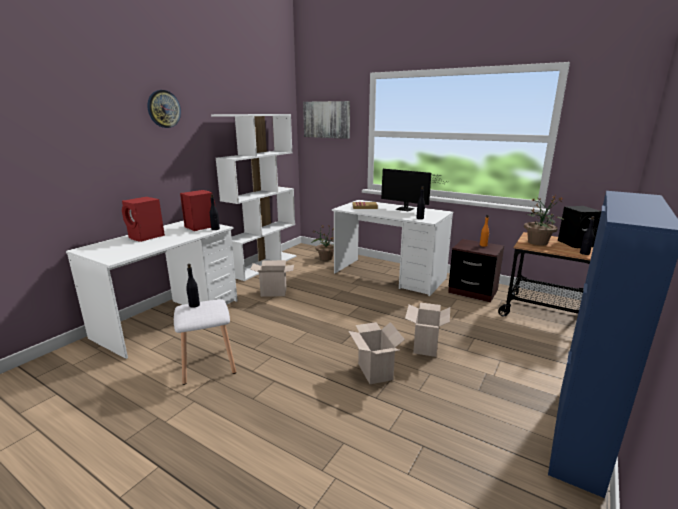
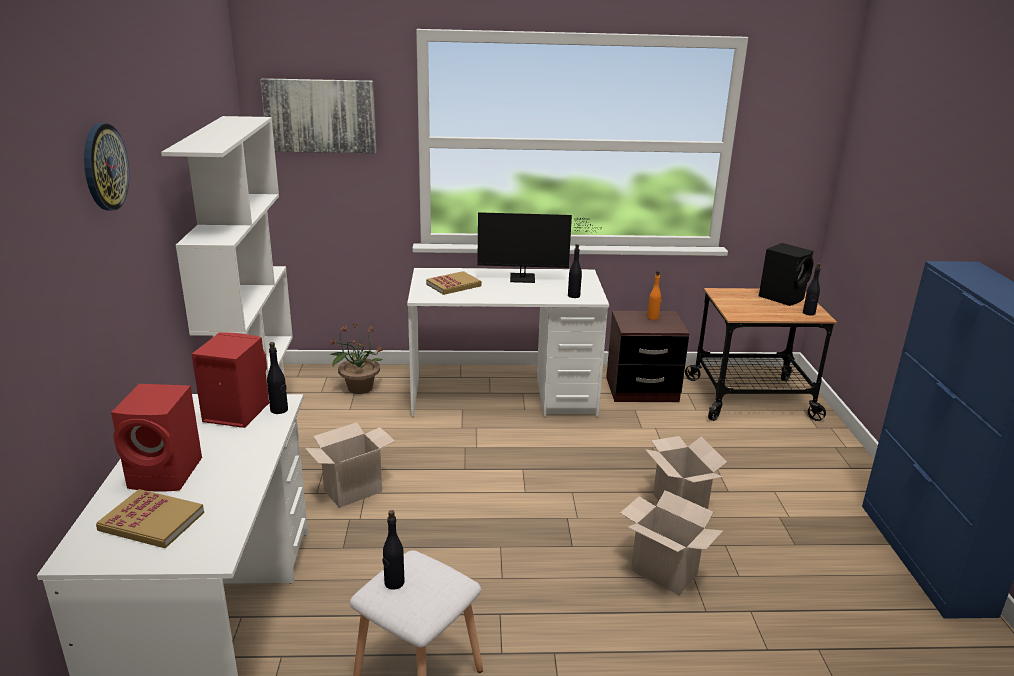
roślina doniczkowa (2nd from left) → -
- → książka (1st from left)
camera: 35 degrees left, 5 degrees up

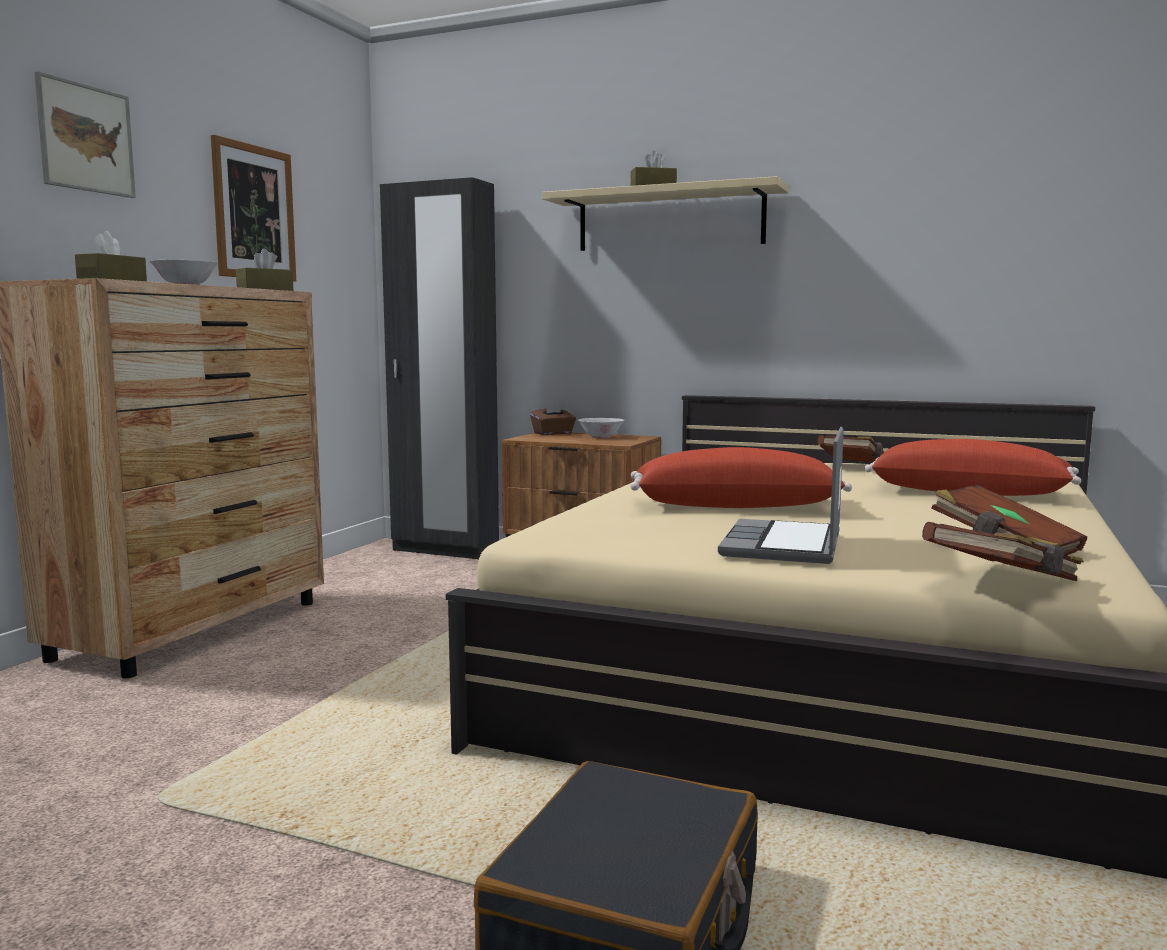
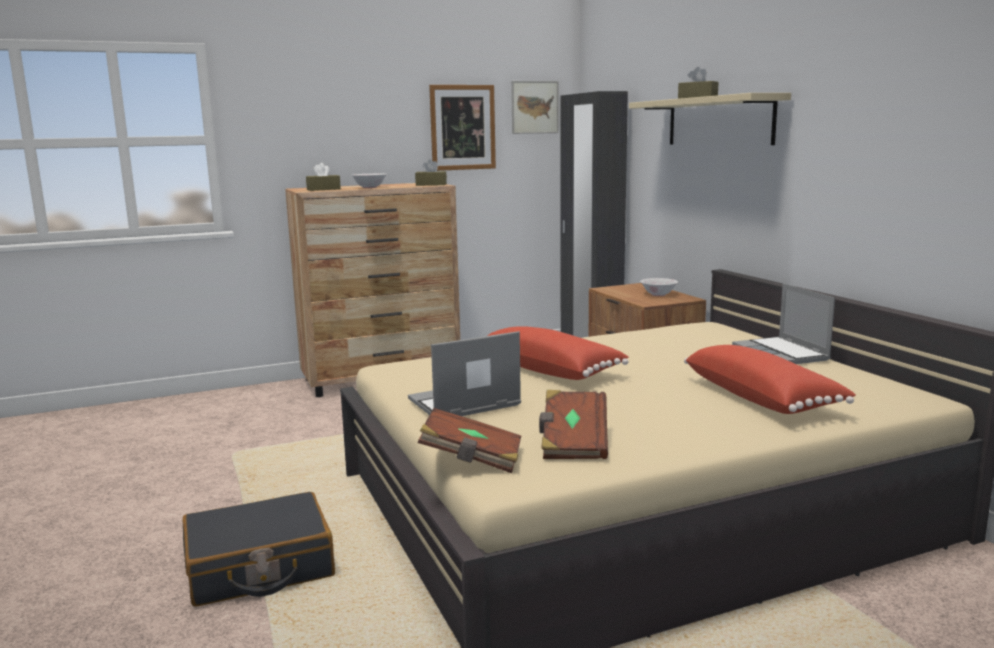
obraz (1st from left in the first image) → obraz (2nd from left), moved
pudełko chusteczek (brązowy) (3rd from left) → -
książka (brązowy) (1st from left) → laptop (2nd from left)
camera: 45 degrees right, 5 degrees up

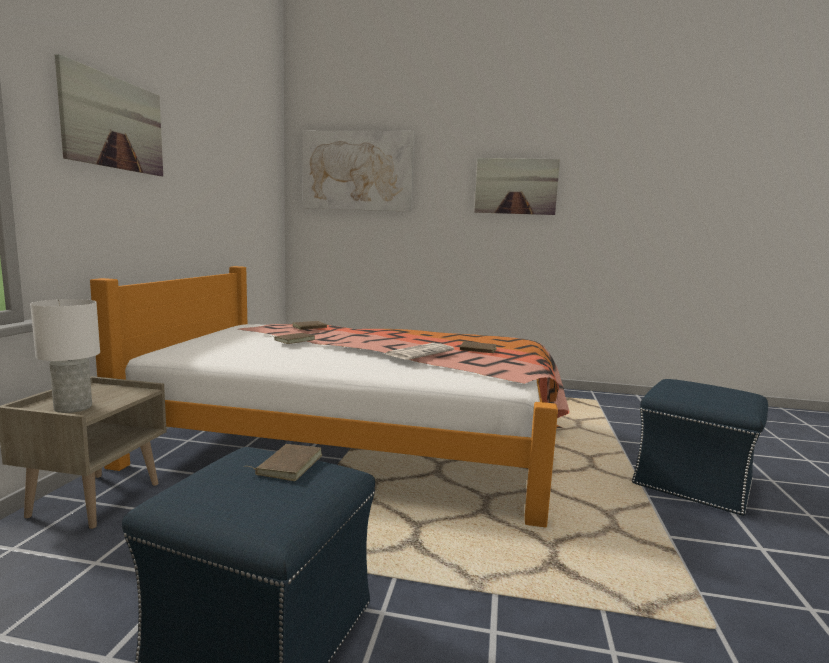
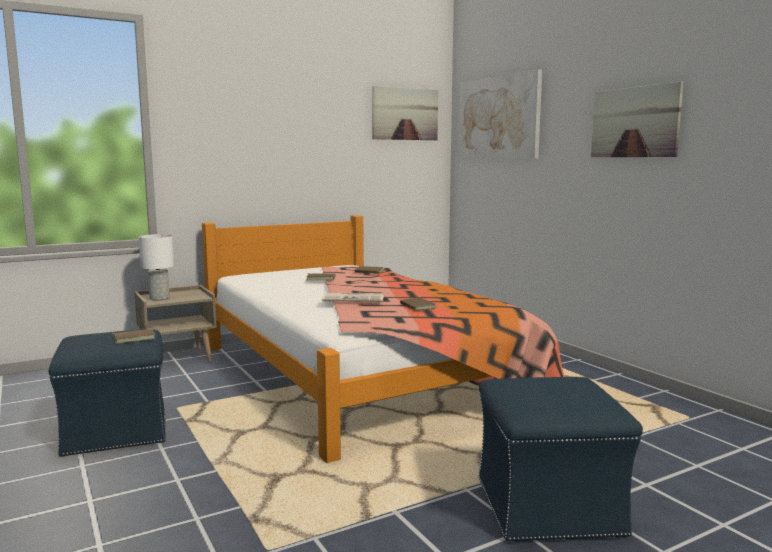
obraz (1st from left), moved
camera: 50 degrees right, 0 degrees up

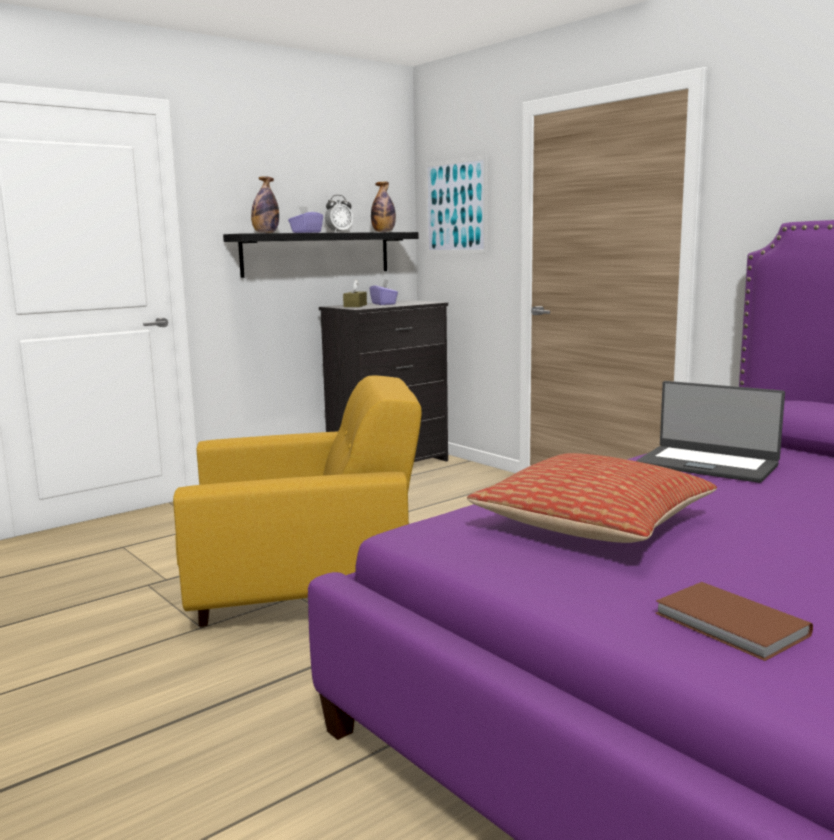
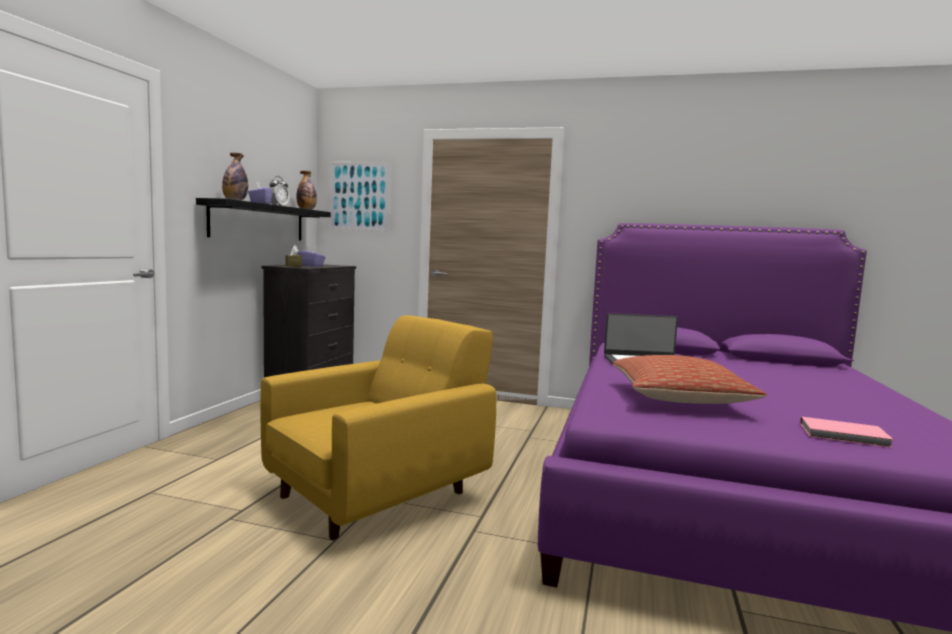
książka (brązowy) → książka (różowy)
camera: 35 degrees left, 5 degrees down

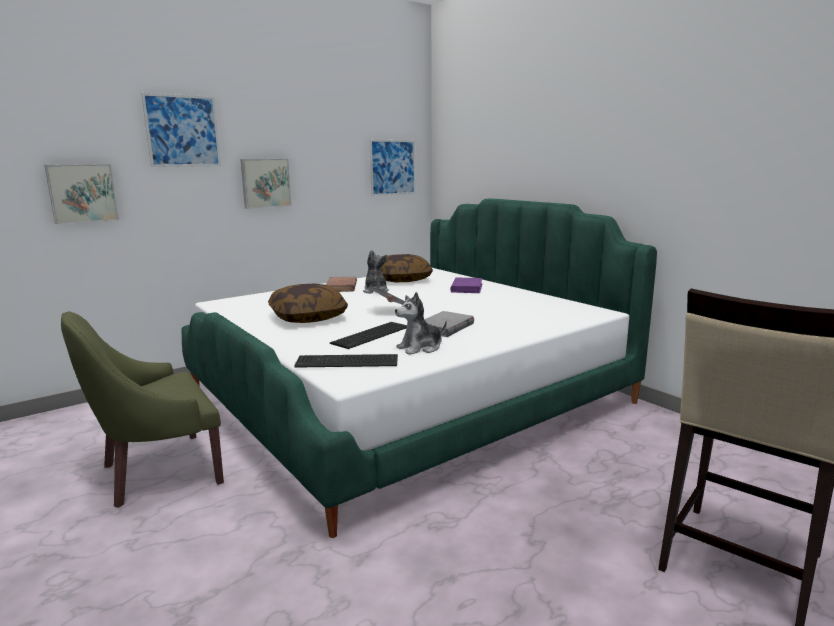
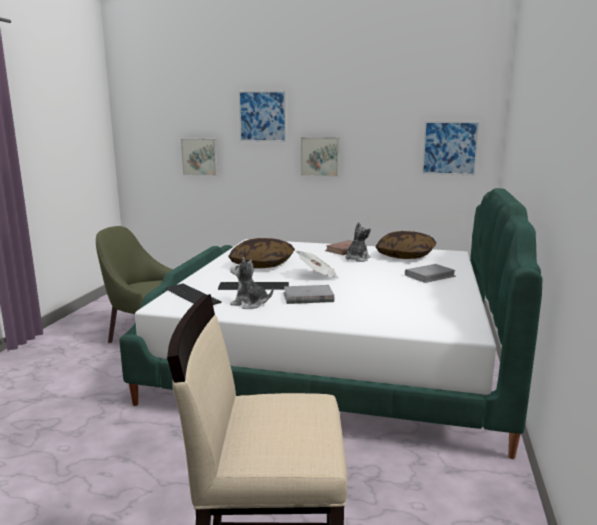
książka (fioletowy) → książka (szary) (2nd from left)
camera: 50 degrees right, 0 degrees up

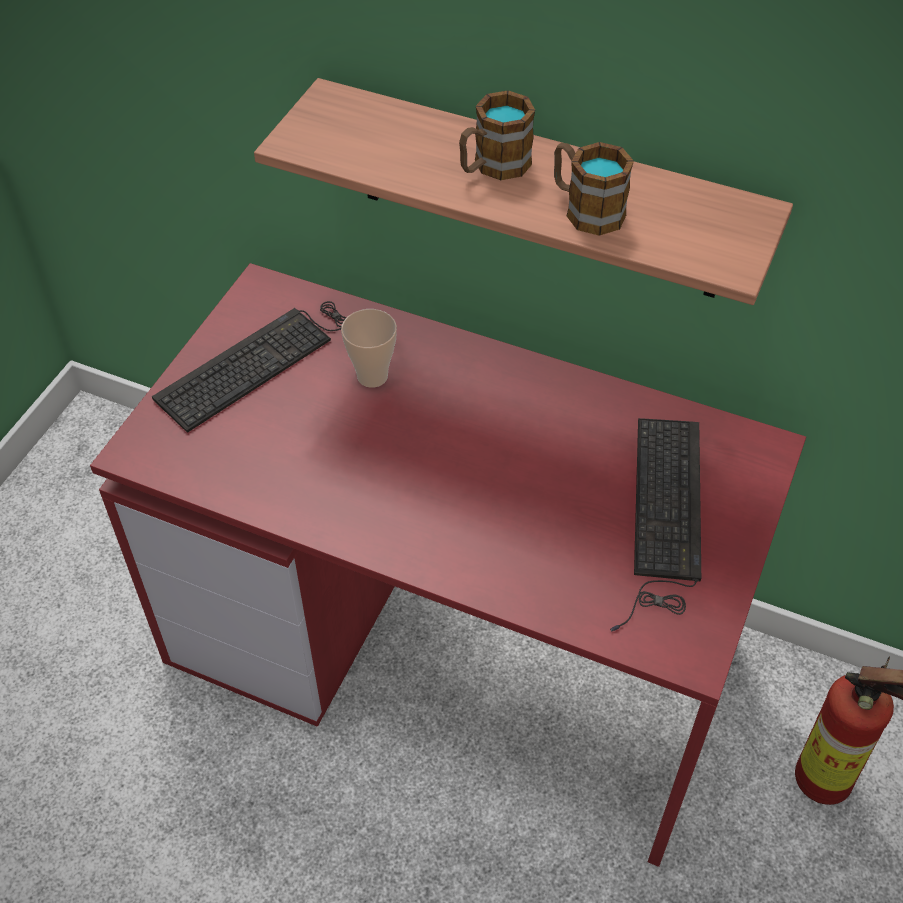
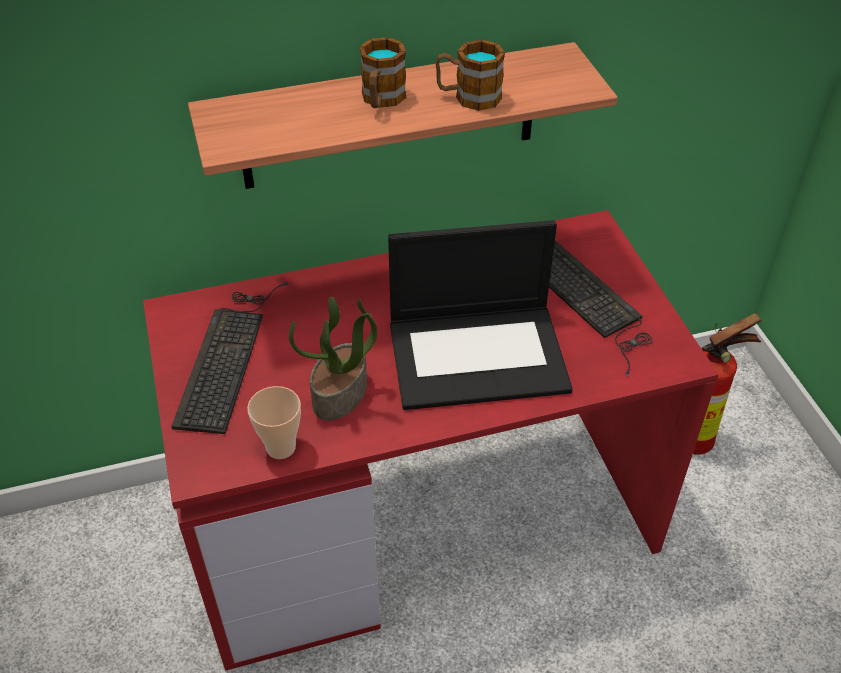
filiżanka, moved
- → laptop
- → roślina doniczkowa
camera: 40 degrees left, 5 degrees down

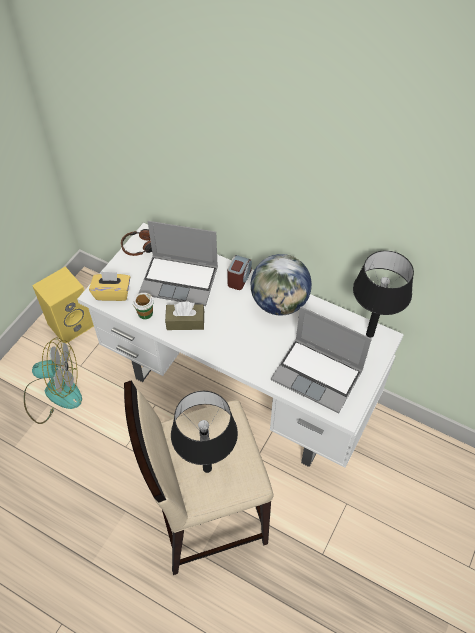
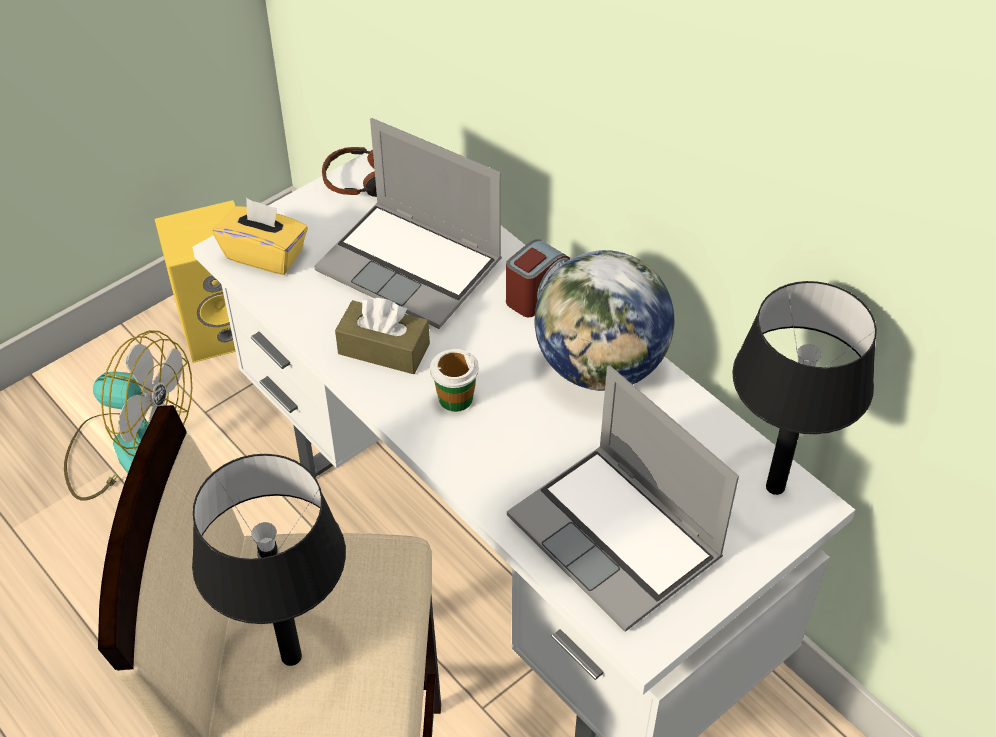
filiżanka, moved
camera: 20 degrees right, 5 degrees down

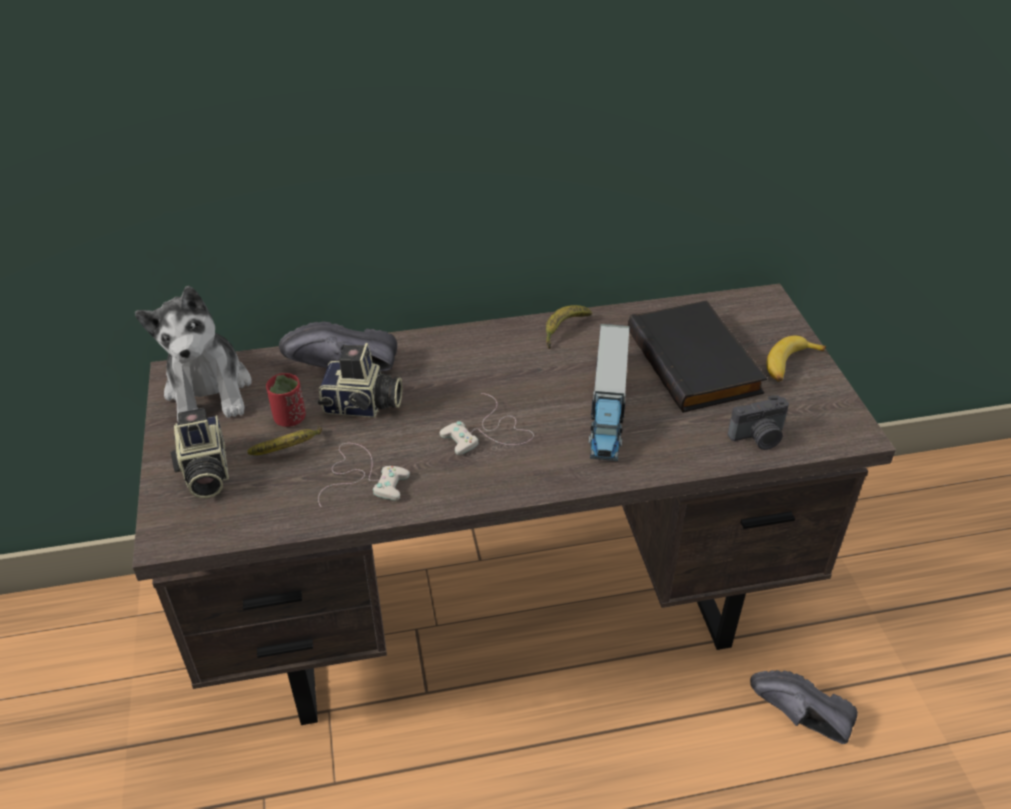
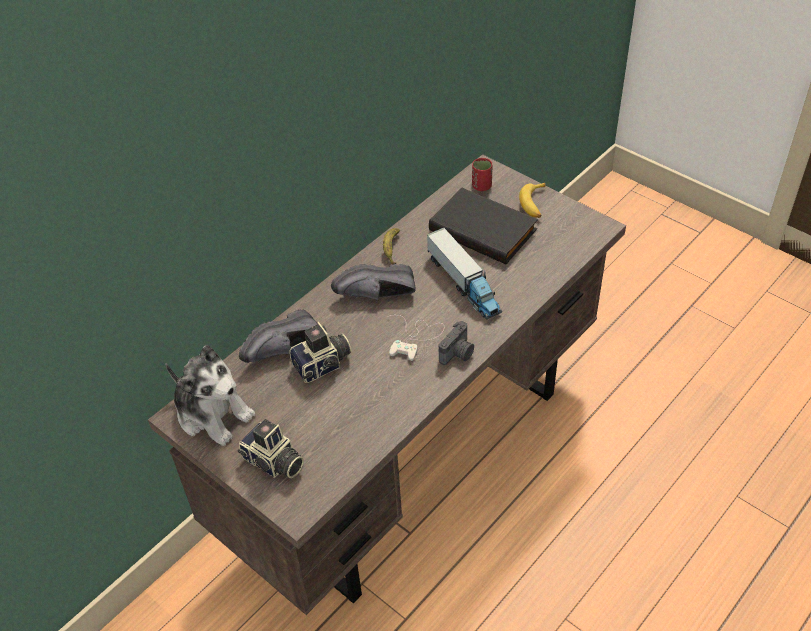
filiżanka (czerwony), moved
aparat fotograficzny (3rd from left), moved
banan (1st from left) → -
pad do gier (biały) (1st from left) → -
but (czarny) (2nd from left), moved
camera: 35 degrees left, 5 degrees up

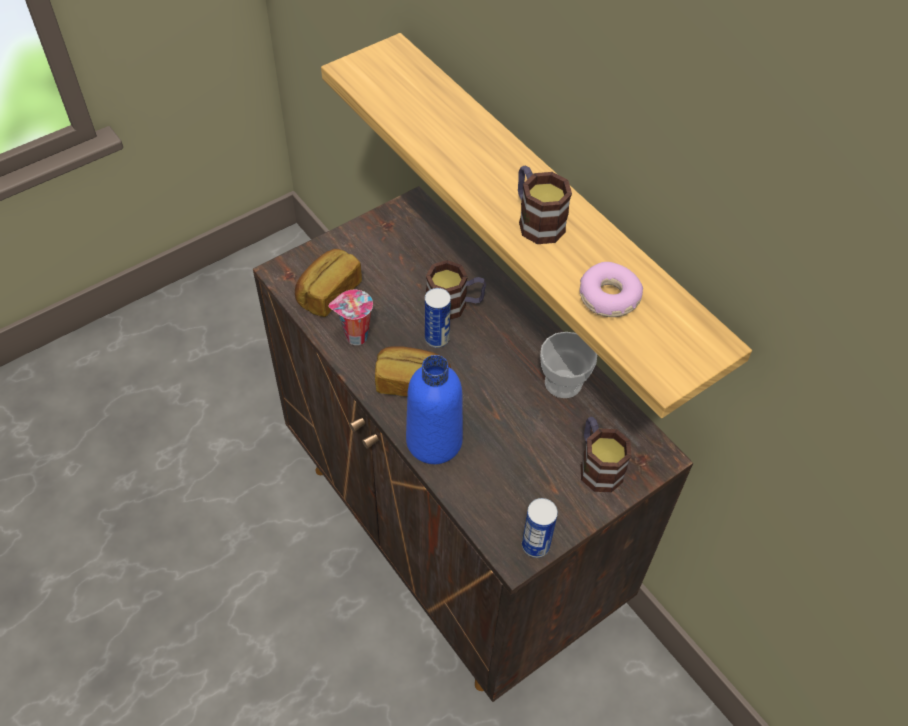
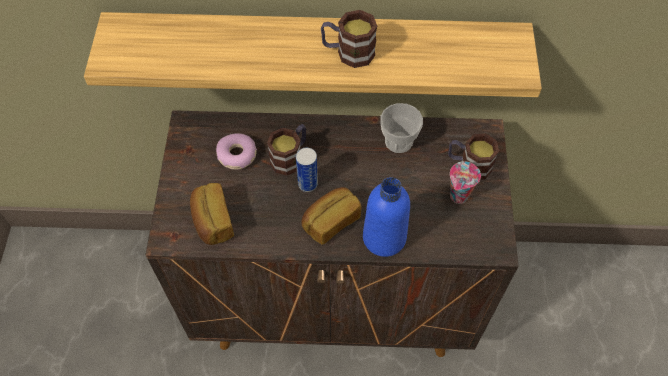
donut, moved
filiżanka (1st from left in the first image) → filiżanka (2nd from left), moved
puszka (2nd from left) → -
camera: 50 degrees left, 5 degrees up

